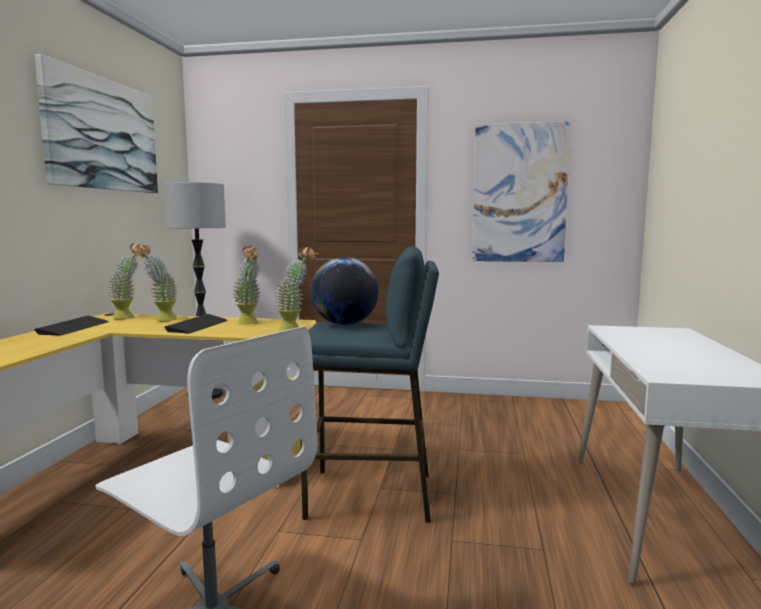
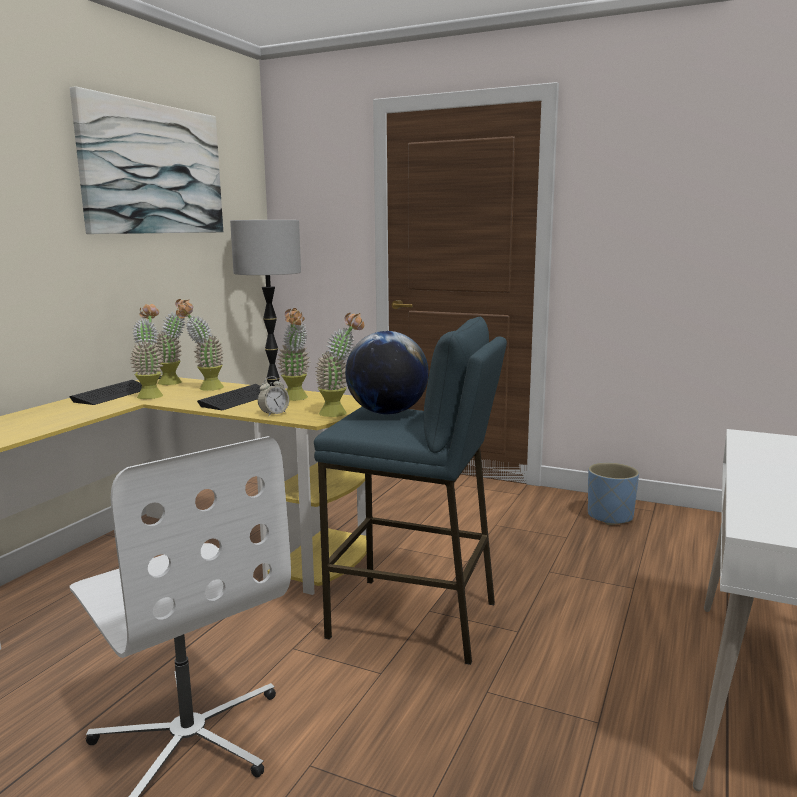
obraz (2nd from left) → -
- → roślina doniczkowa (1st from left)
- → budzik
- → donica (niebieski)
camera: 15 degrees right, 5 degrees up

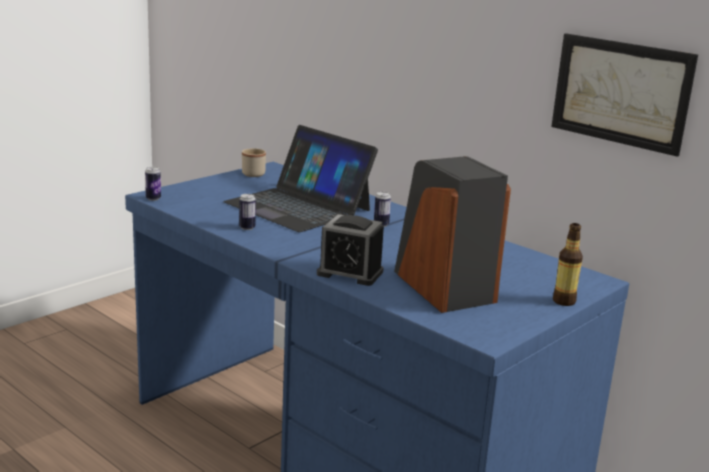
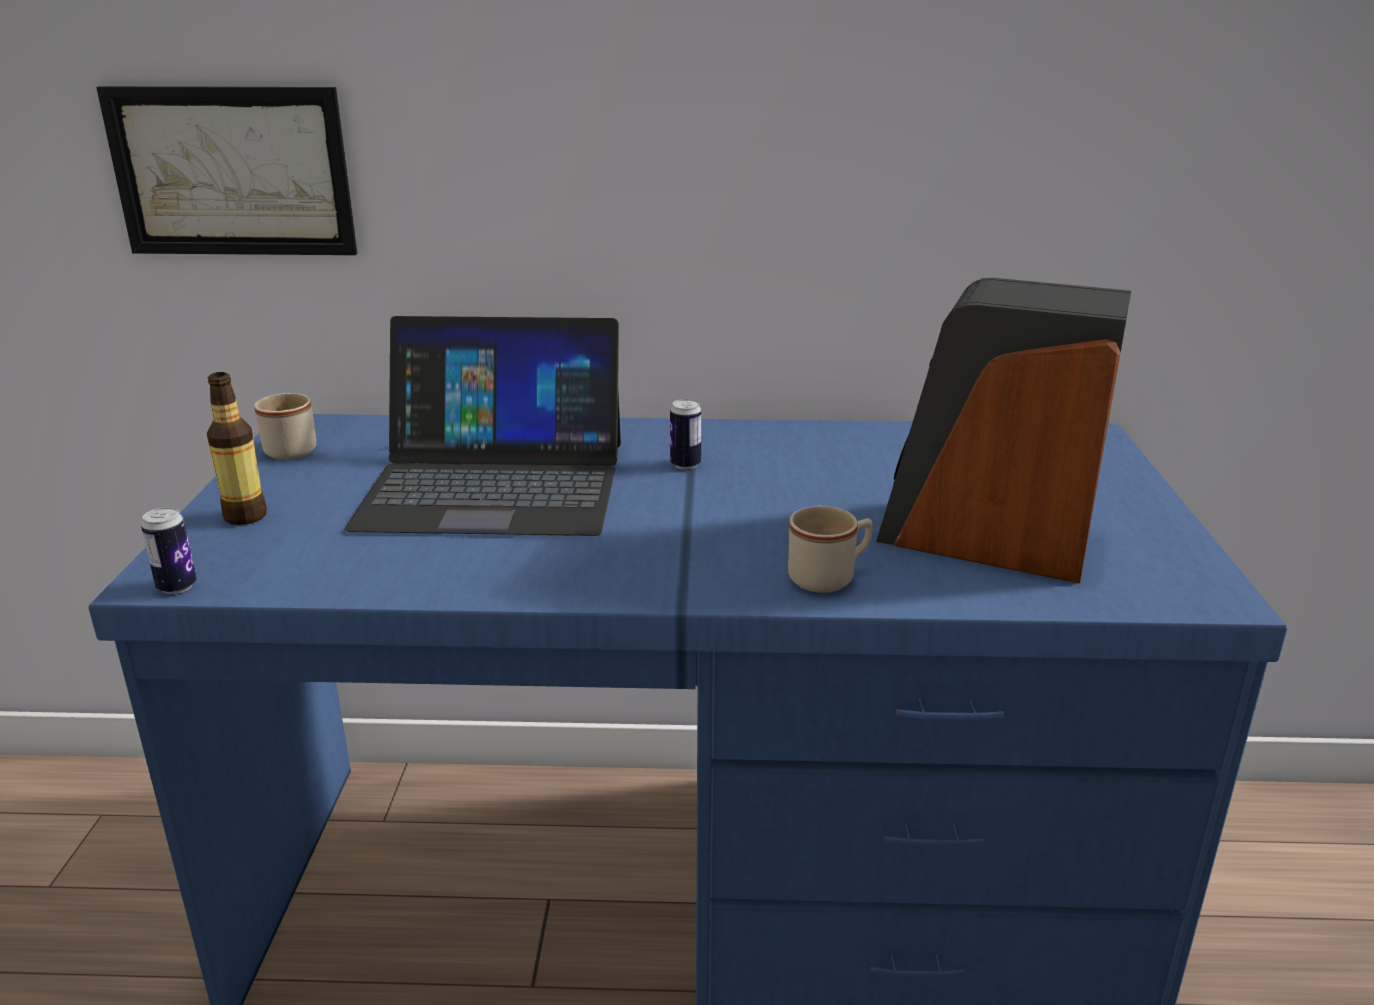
obraz, moved
puszka (2nd from left) → -
budzik → kubek (beżowy) (2nd from left)
butelka, moved
camera: 40 degrees left, 5 degrees up

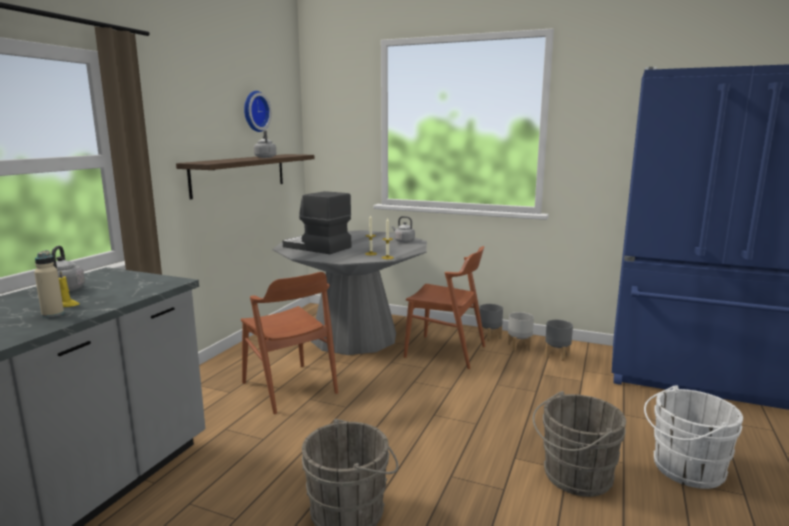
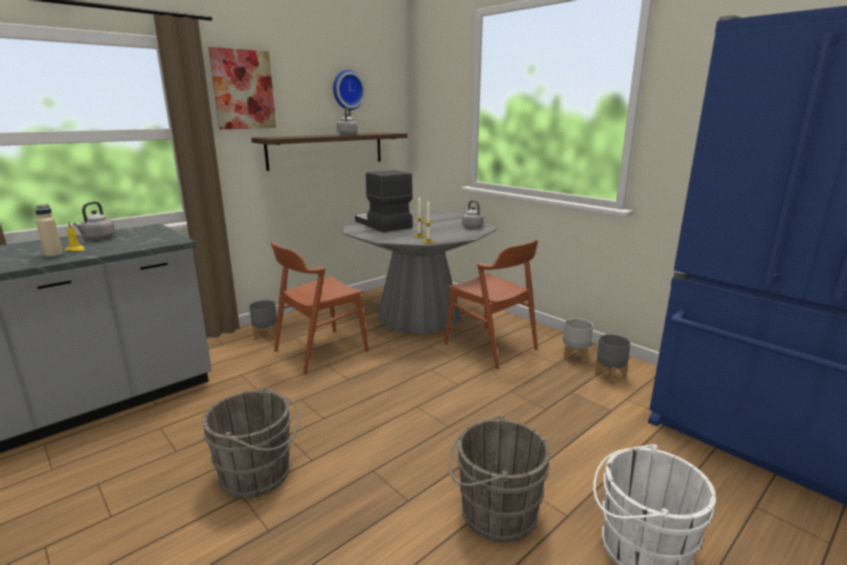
krzesło (brązowy) (1st from left), 60 degrees clockwise
donica (szary) (1st from left), moved
- → obraz
camera: 25 degrees right, 5 degrees up

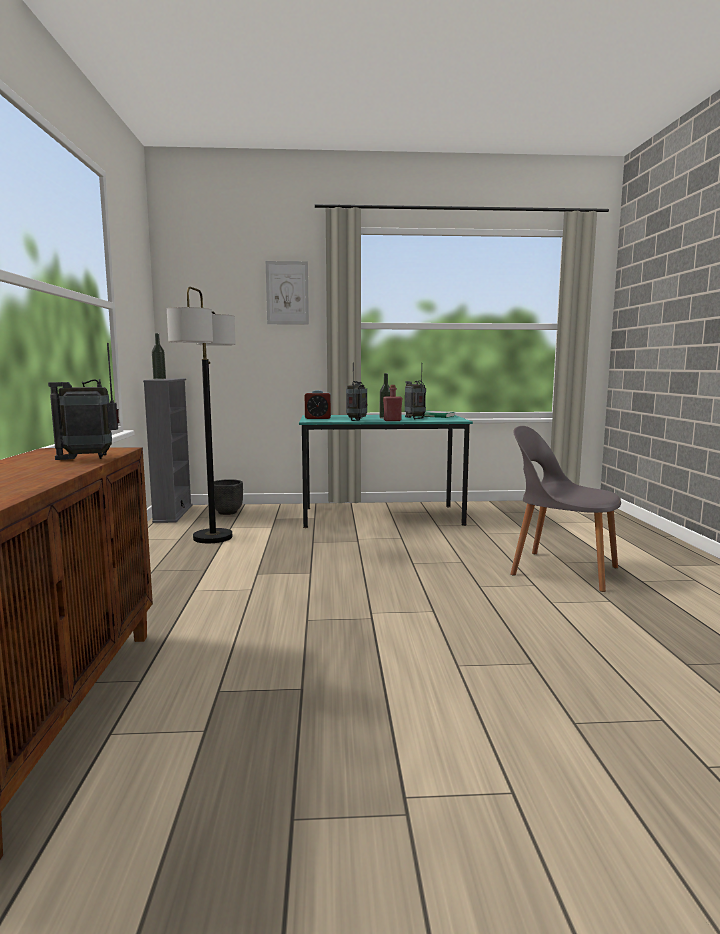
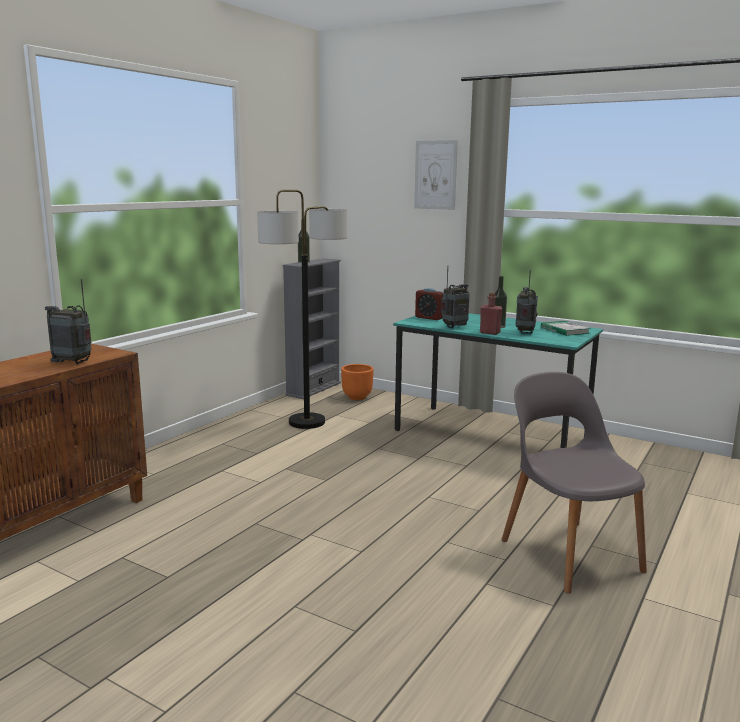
donica (czarny) → donica (pomarańczowy)
camera: 35 degrees right, 5 degrees up

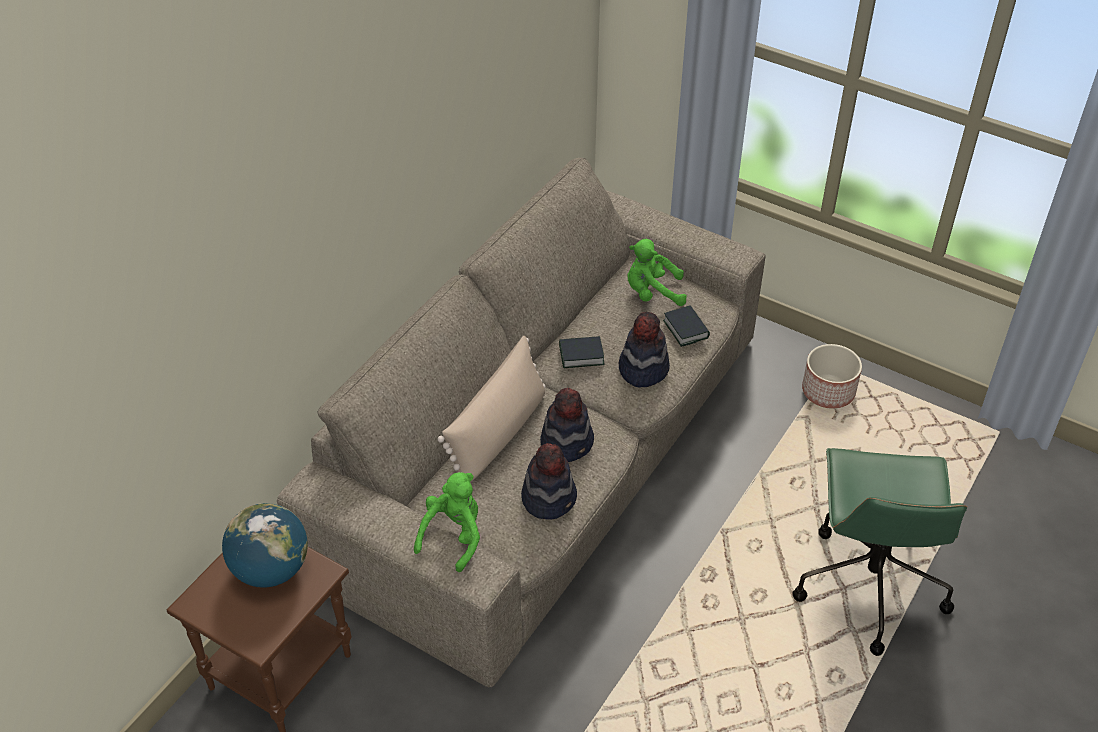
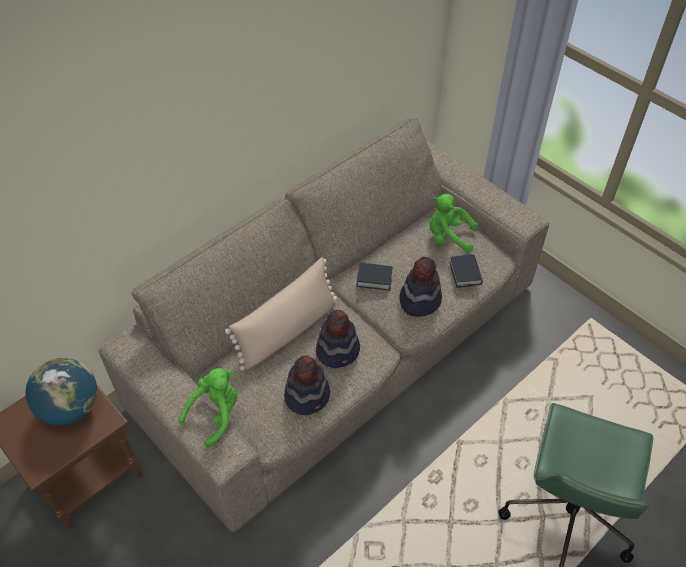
donica → -
camera: 15 degrees right, 5 degrees up

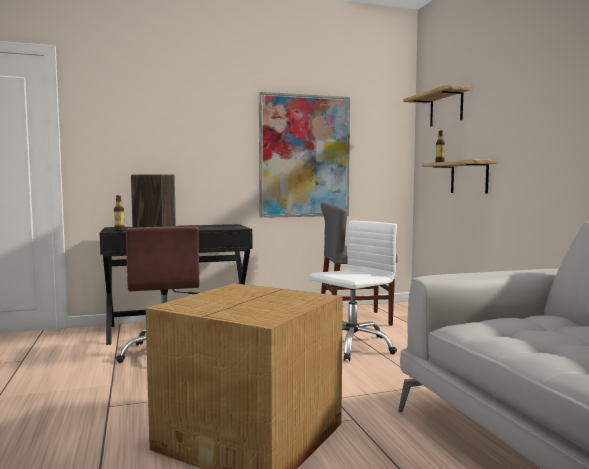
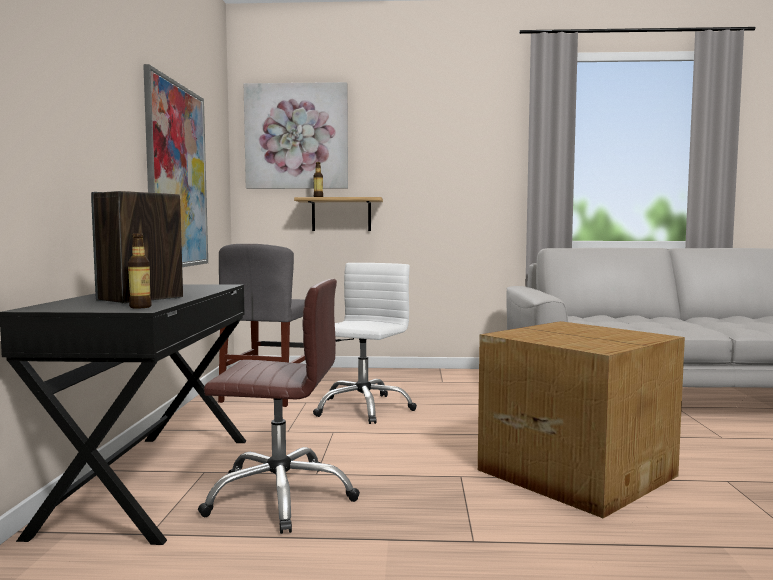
półka (1st from left) → obraz (2nd from left)
krzesło biurowe (biały), 45 degrees clockwise
camera: 70 degrees left, 0 degrees up

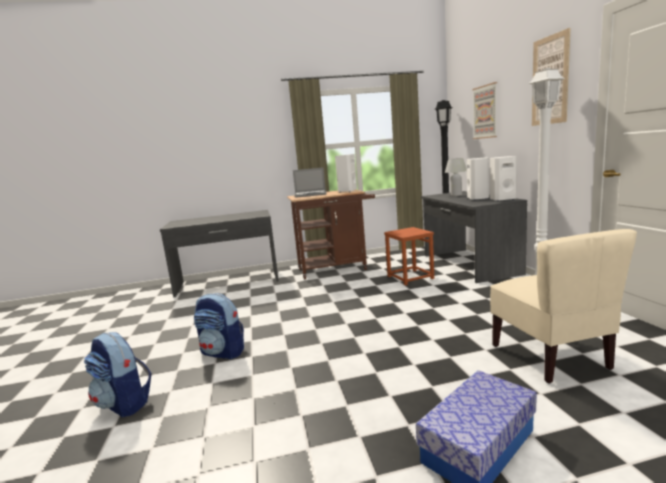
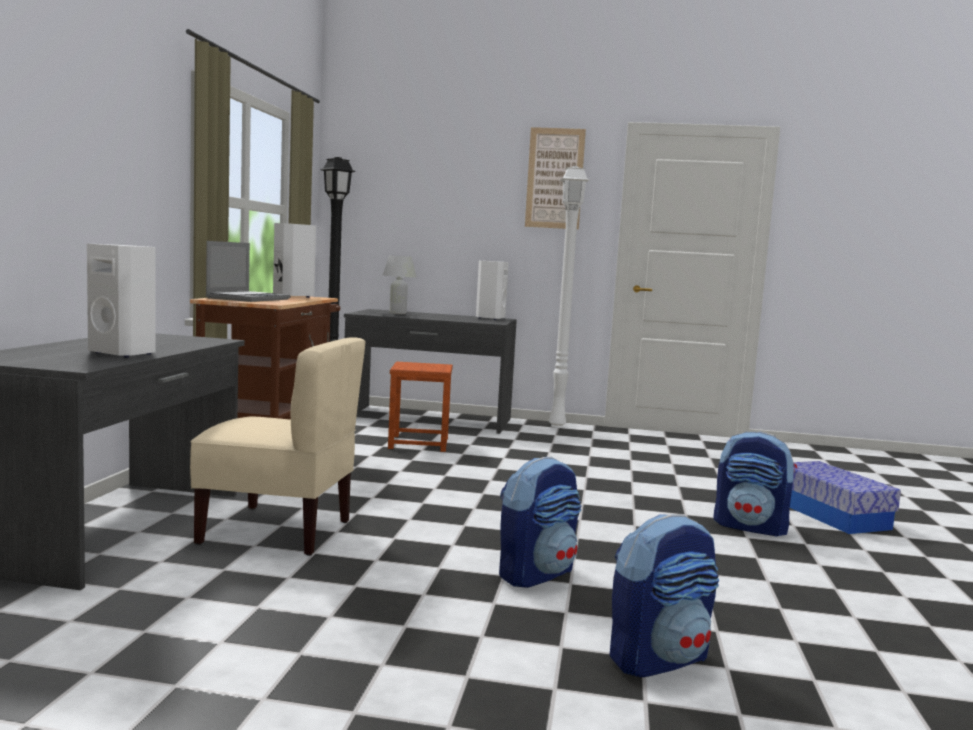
obraz (1st from left) → -
głośnik (biały) (2nd from left in the first image) → głośnik (biały) (1st from left), moved
krzesło (beżowy), moved
- → plecak (3rd from left)
camera: 70 degrees left, 5 degrees down

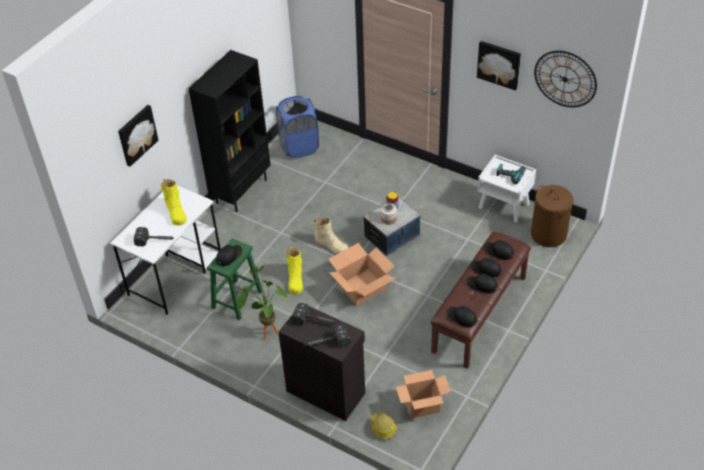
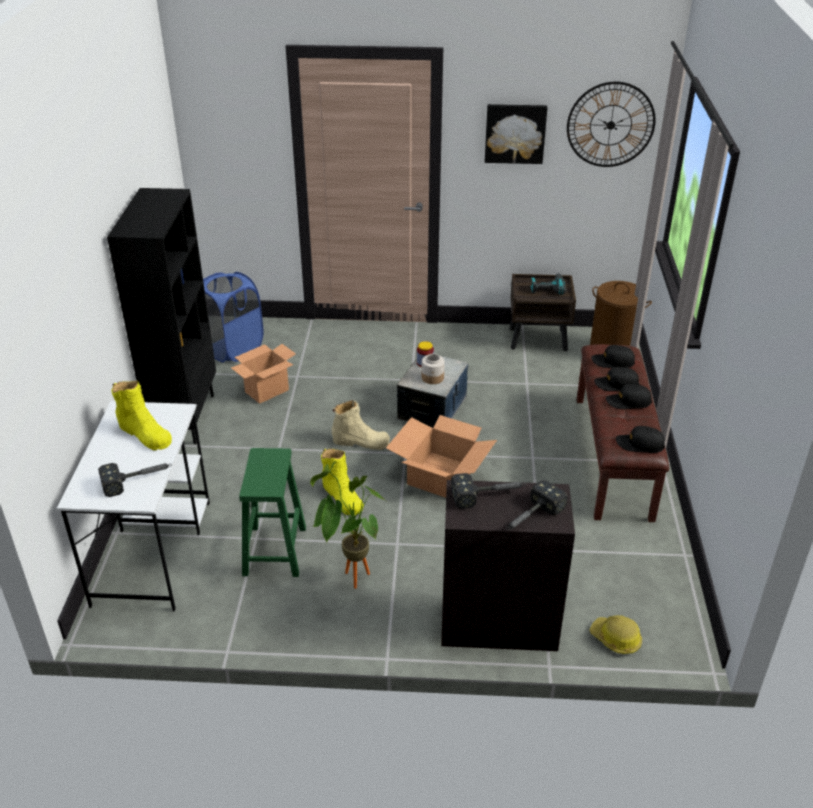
obraz (1st from left) → -
szafka nocna (biały) → szafka nocna (brązowy)
czapka z daszkiem (czarny) (1st from left) → -
karton (2nd from left in the first image) → karton (1st from left), moved
camera: 30 degrees left, 10 degrees down

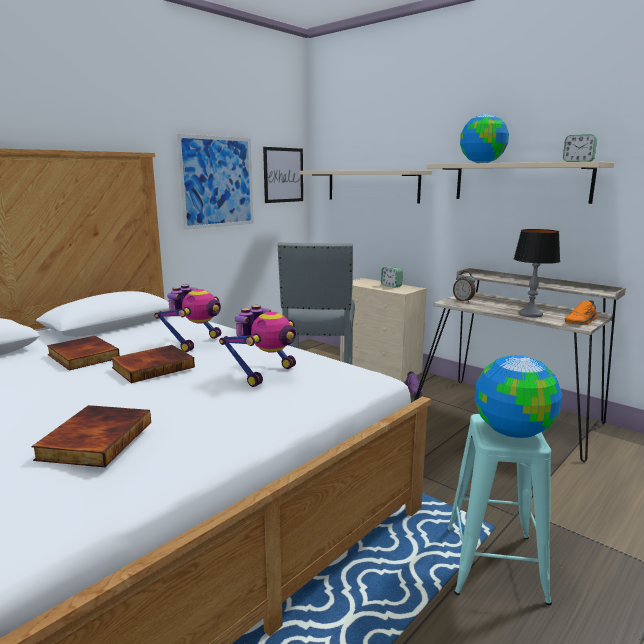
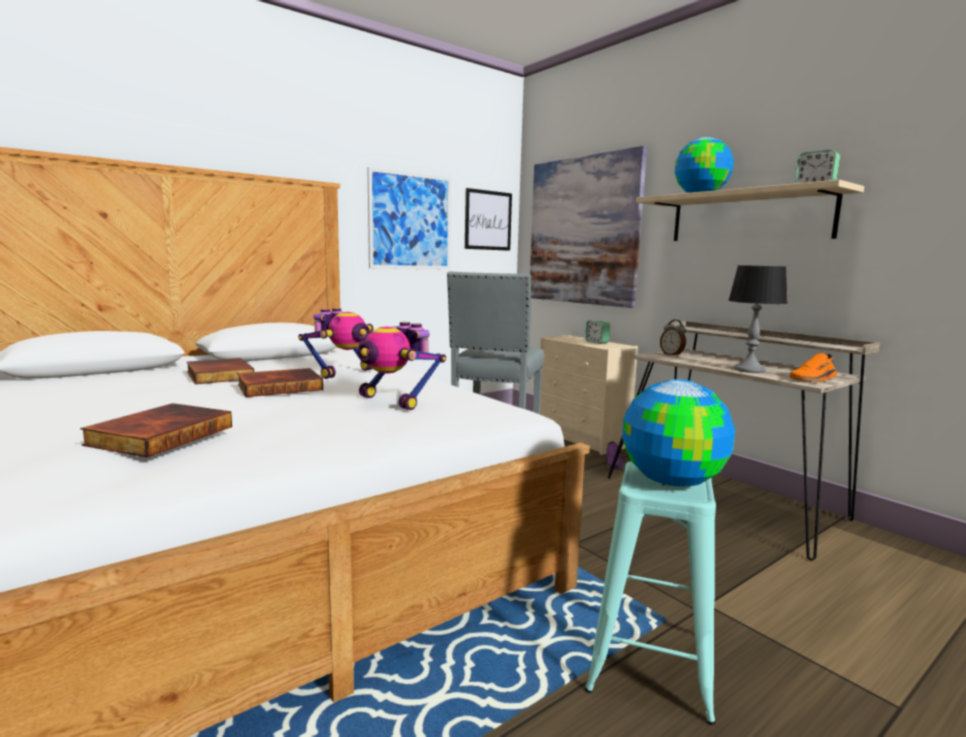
półka (beżowy) (1st from left) → obraz (3rd from left)
robot zabawkowy (2nd from left), 90 degrees clockwise
camera: 10 degrees right, 5 degrees down

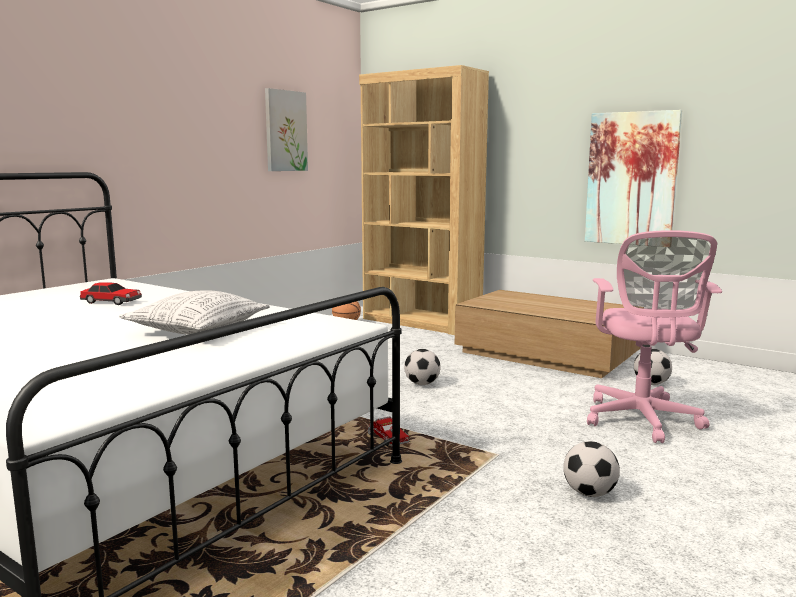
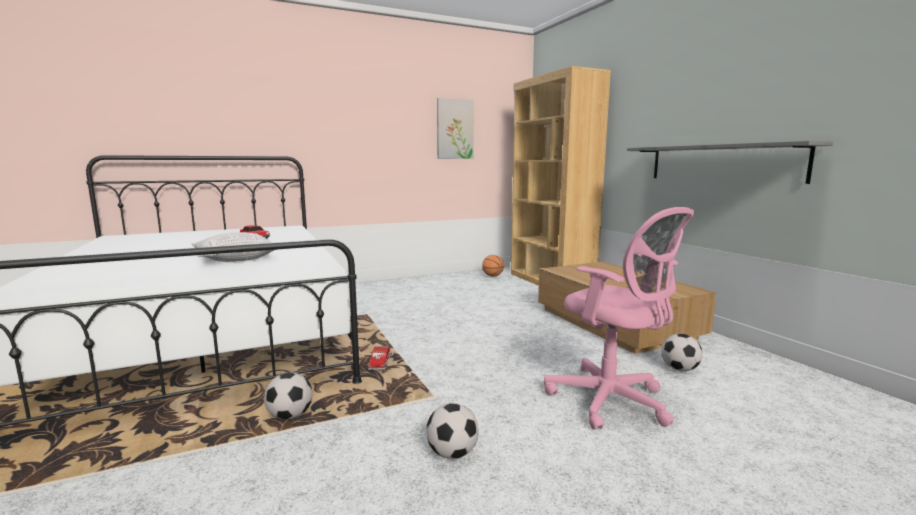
obraz (2nd from left) → półka (szary)
krzesło biurowe (różowy), 75 degrees counterclockwise
piłka futbolowa (1st from left), moved
camera: 30 degrees right, 0 degrees up

